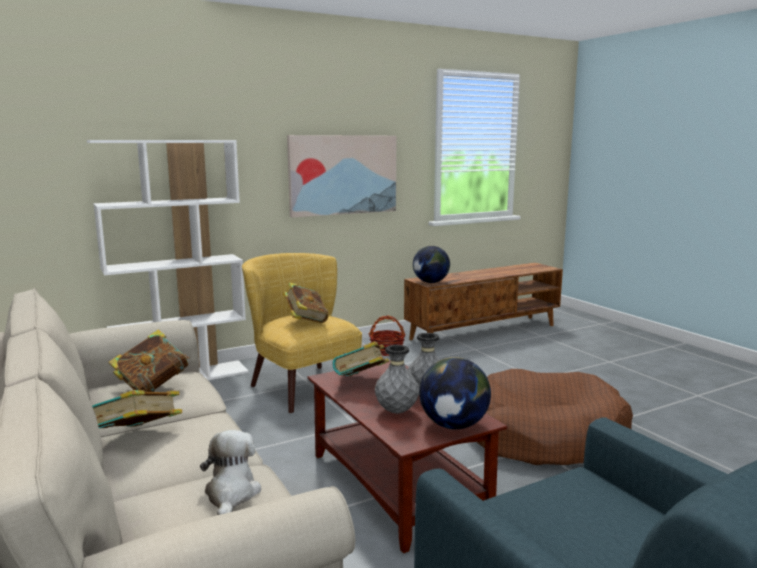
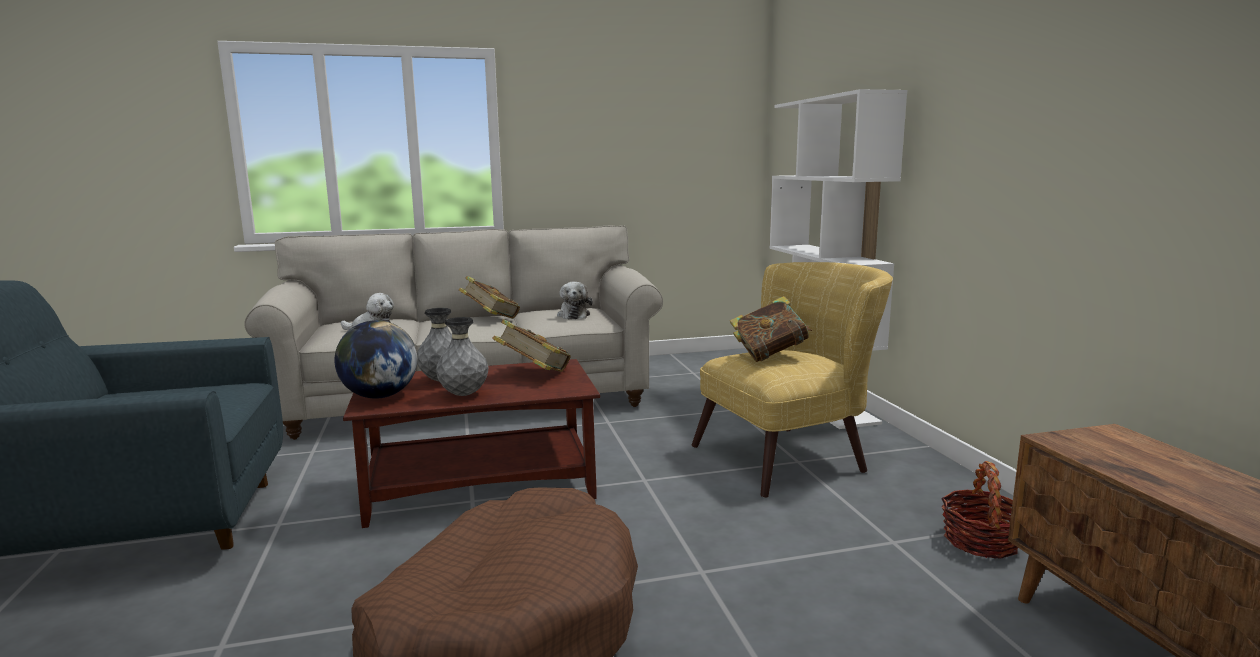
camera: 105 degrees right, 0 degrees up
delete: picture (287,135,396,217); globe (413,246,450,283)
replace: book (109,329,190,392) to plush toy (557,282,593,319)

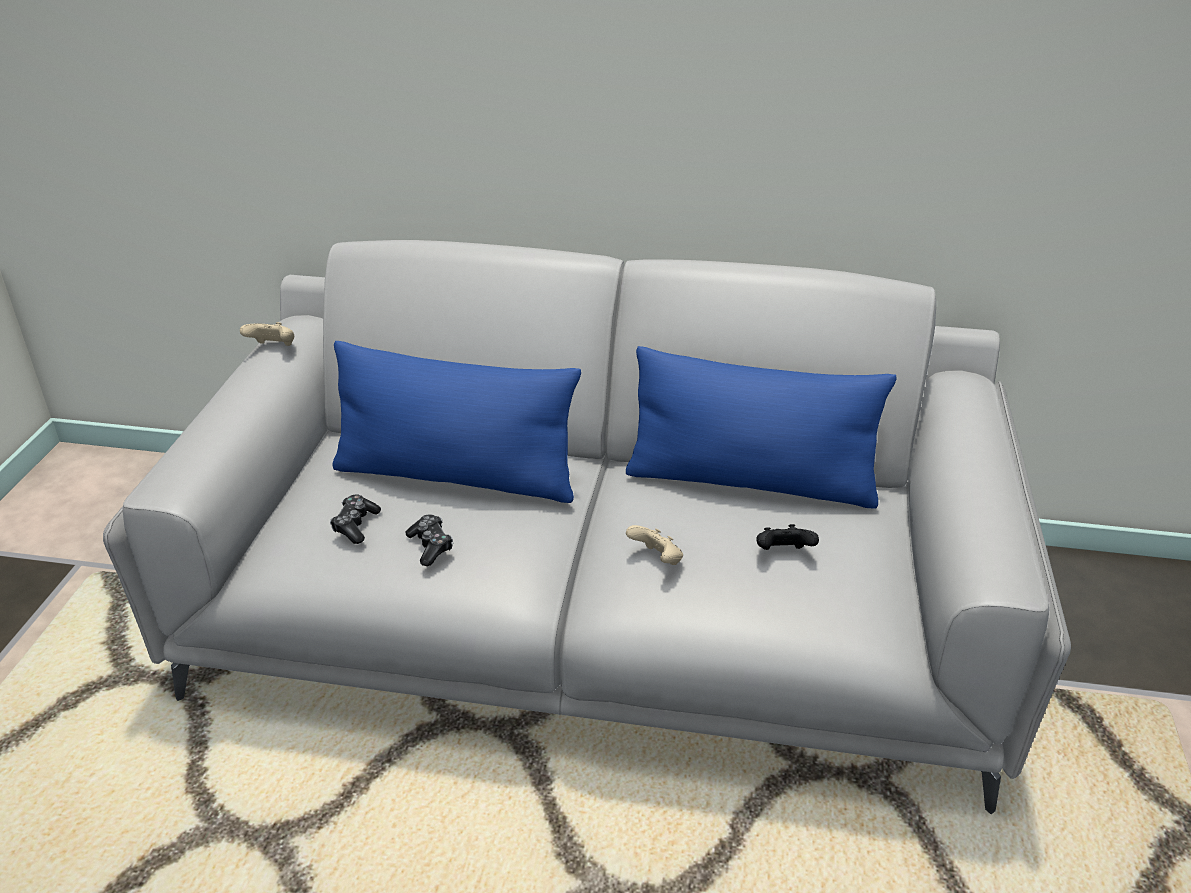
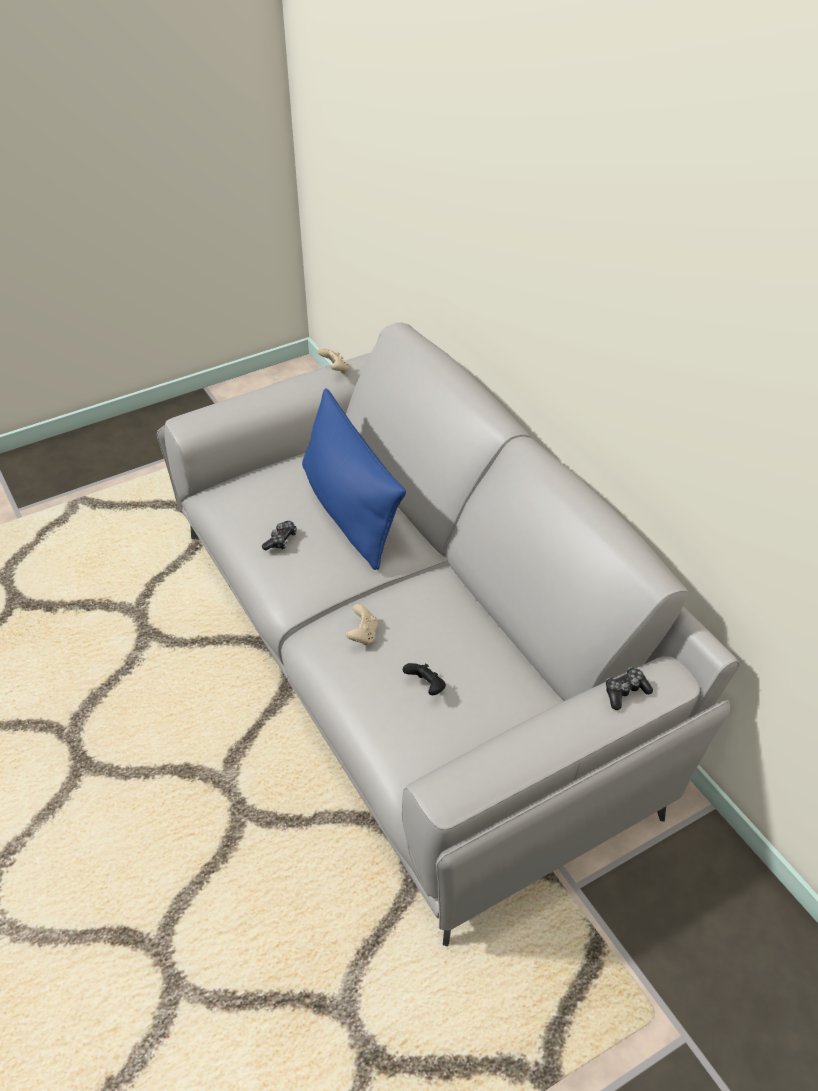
camera: 50 degrees right, 10 degrees up
delete: pillow/blue (626,346,897,509)
move: game controller (330,495,381,544) to (606,668,653,710)

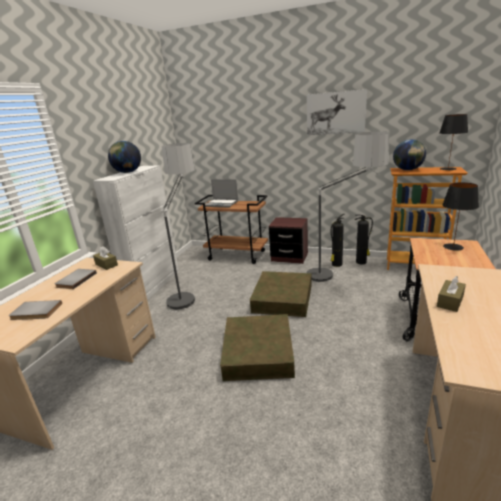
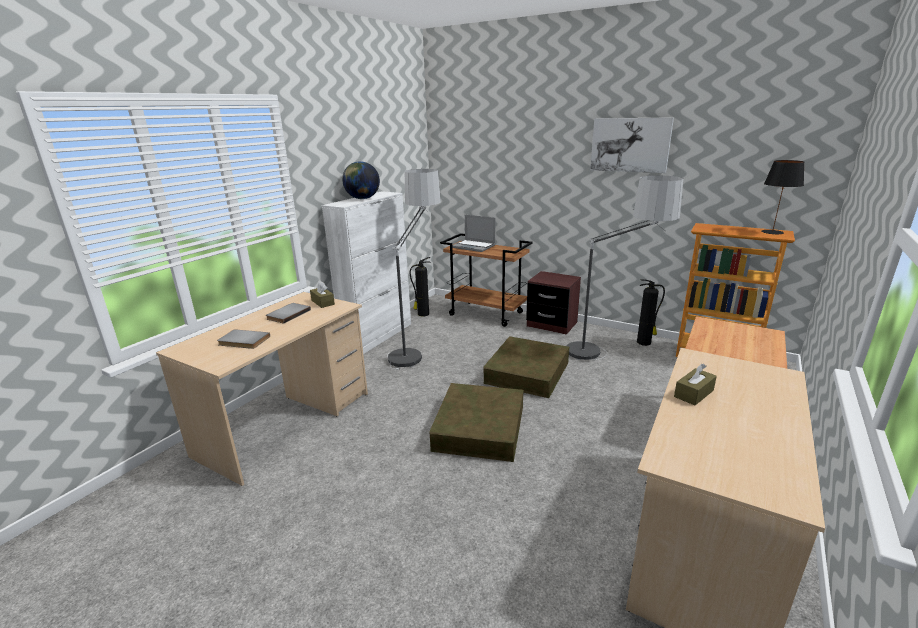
camera: 10 degrees right, 0 degrees up
delete: globe (393,139,426,170); table lamp/black (442,182,479,251)
move: fire extinguisher (331,214,345,267) to (410,257,431,317)

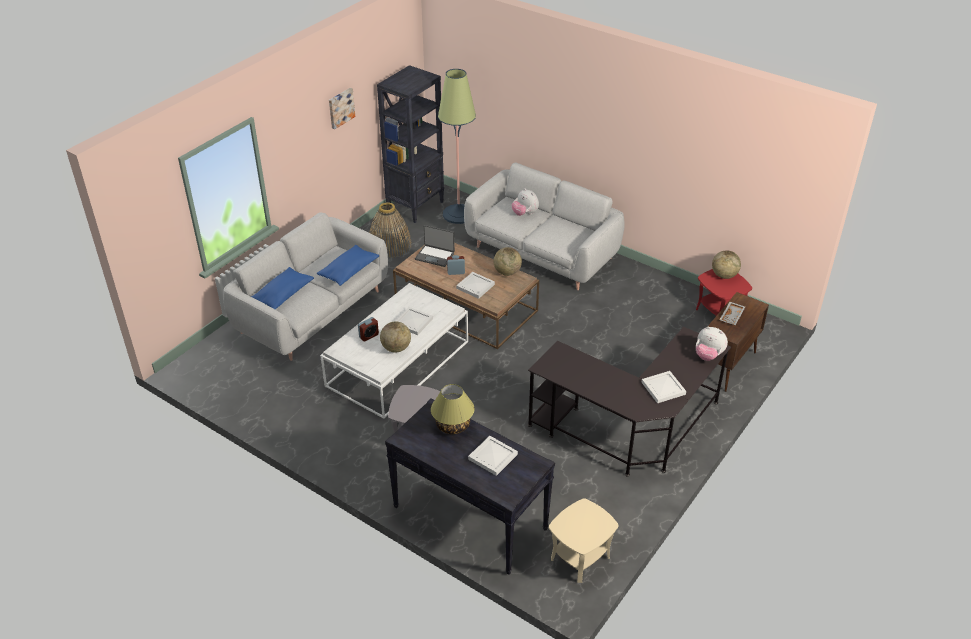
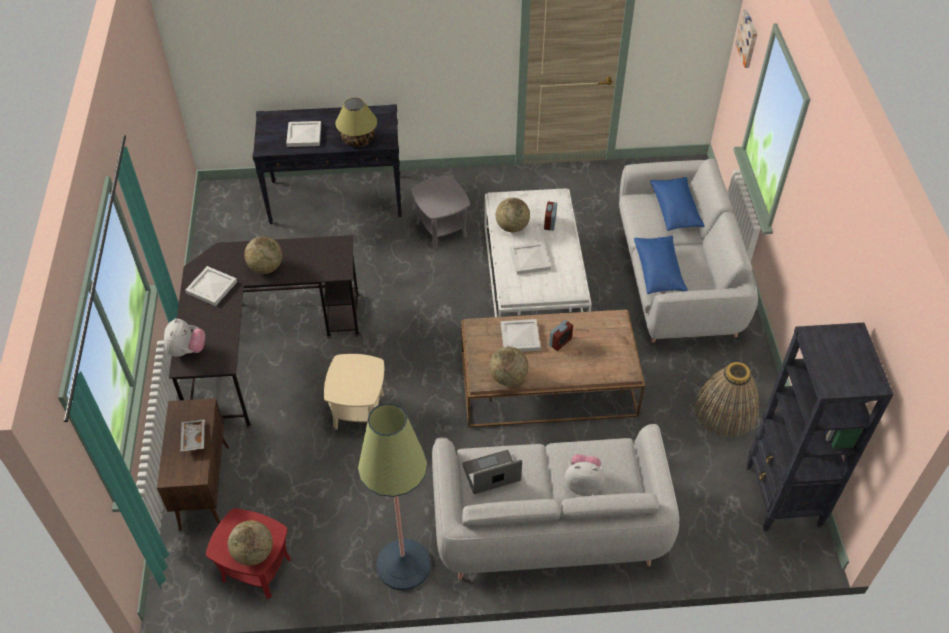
camera: 140 degrees right, 10 degrees up
insert: globe (244,236,282,274)
move: floor lamp (438,69,476,224) to (358,403,431,590); picture (329,88,355,129) to (735,10,757,68); laptop (415,225,455,267) to (462,450,522,494); side table/beige (549,498,618,583) to (324,354,384,430)
rotate: plush toy (696,327,728,361) = (164,318,205,357) 105 degrees clockwise

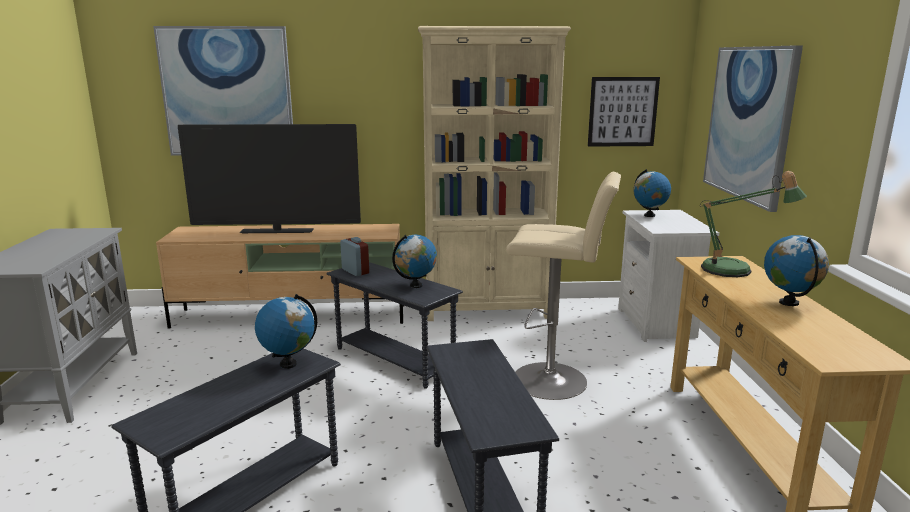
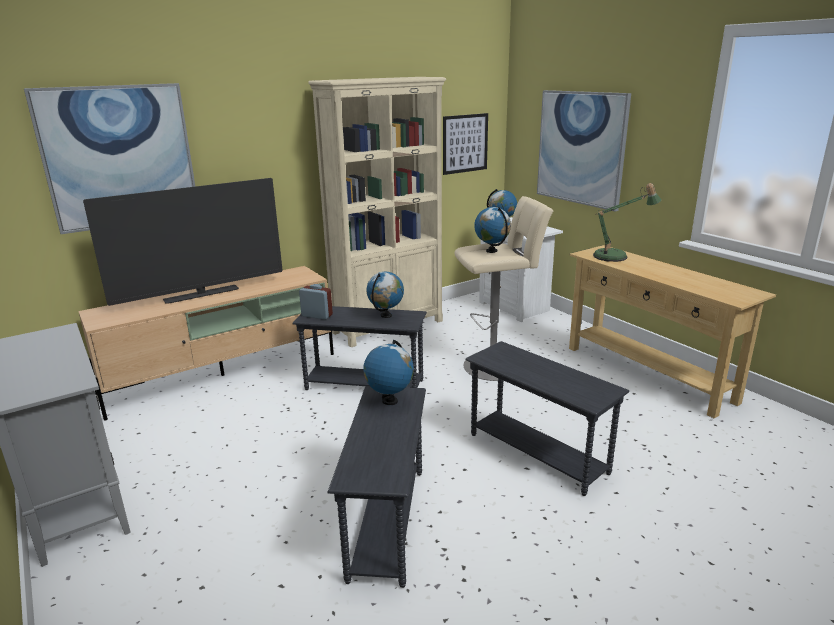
camera: 30 degrees left, 5 degrees up
move: globe (764,235,829,306) to (474,207,511,253)

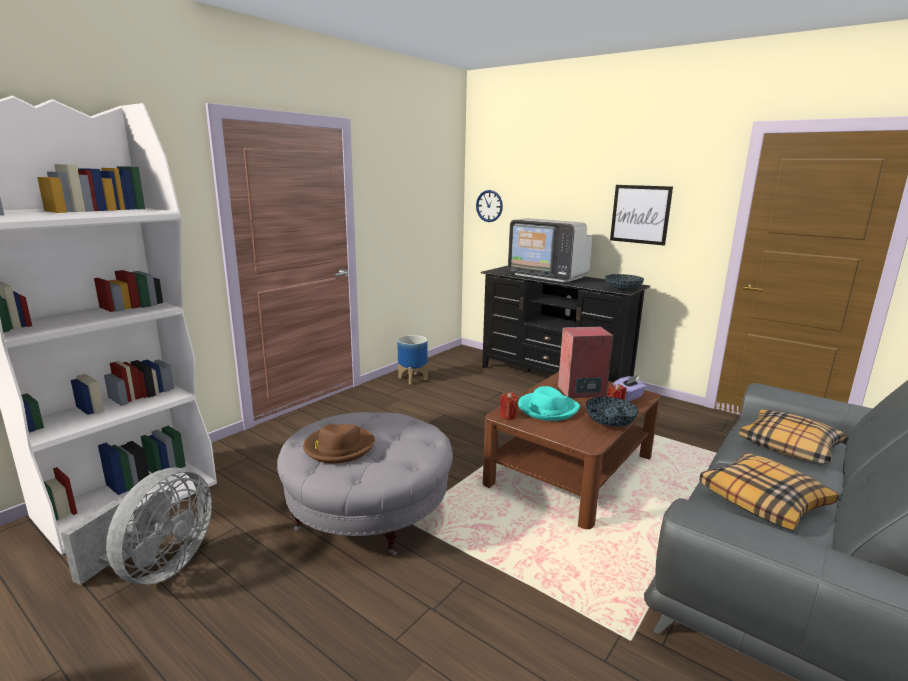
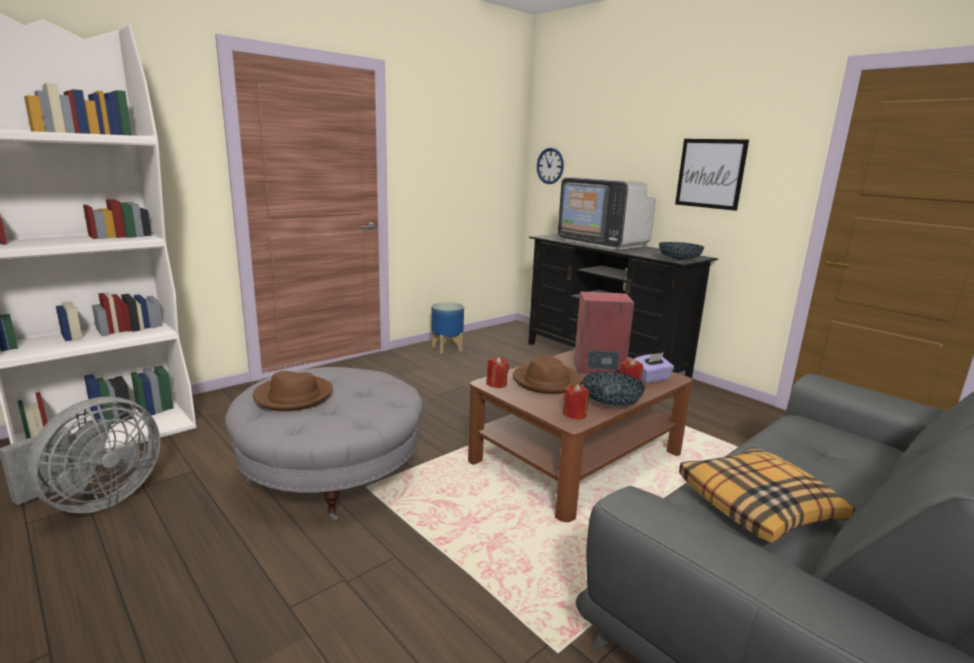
camera: 10 degrees right, 0 degrees up
delete: pillow (739,409,846,464)
insert: candle/red (563,384,589,420)
recolor: hat/turquoise (518,386,580,421) to hat/brown (513,355,584,394)

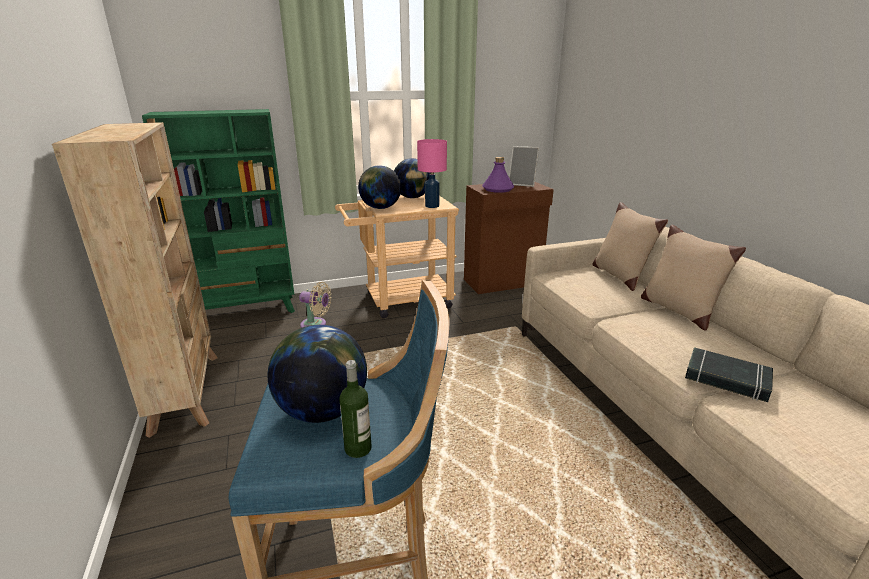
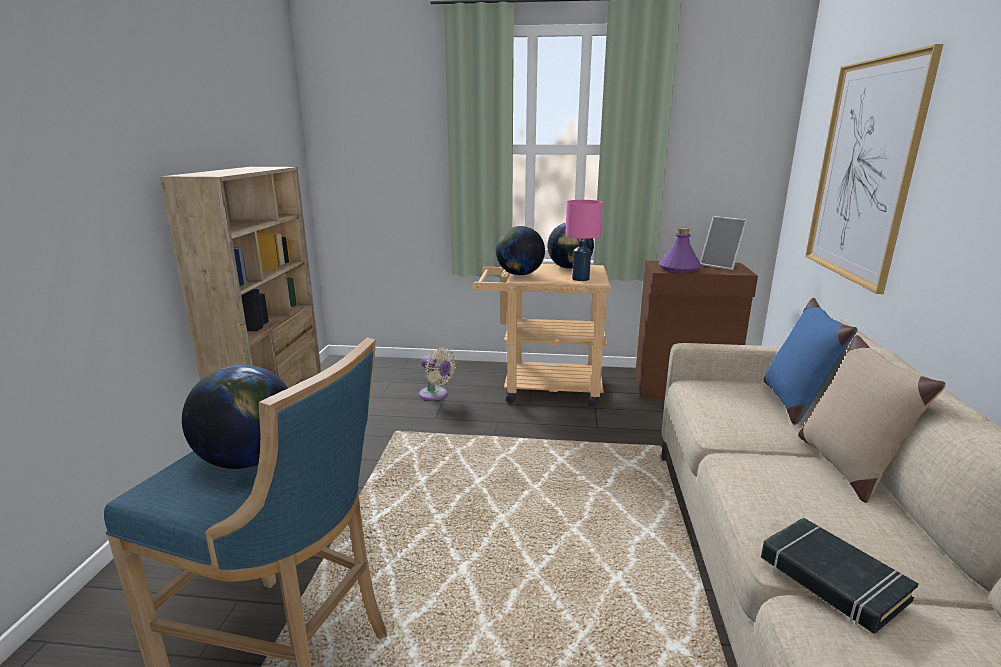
camera: 25 degrees right, 5 degrees down
delete: bookcase/green (142,109,295,313); bottle (340,360,372,458)
insert: picture (805,44,943,294)
recolor: pillow/beige (593,202,668,291) to pillow/blue (764,298,858,425)

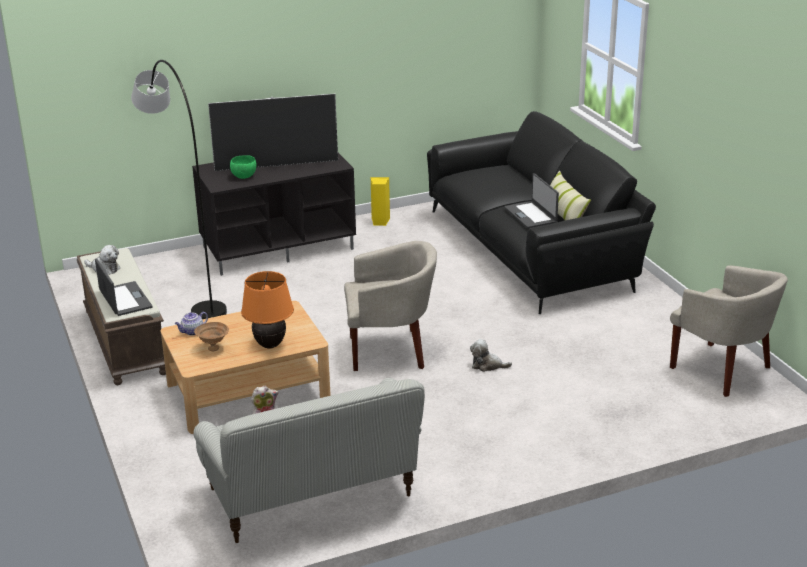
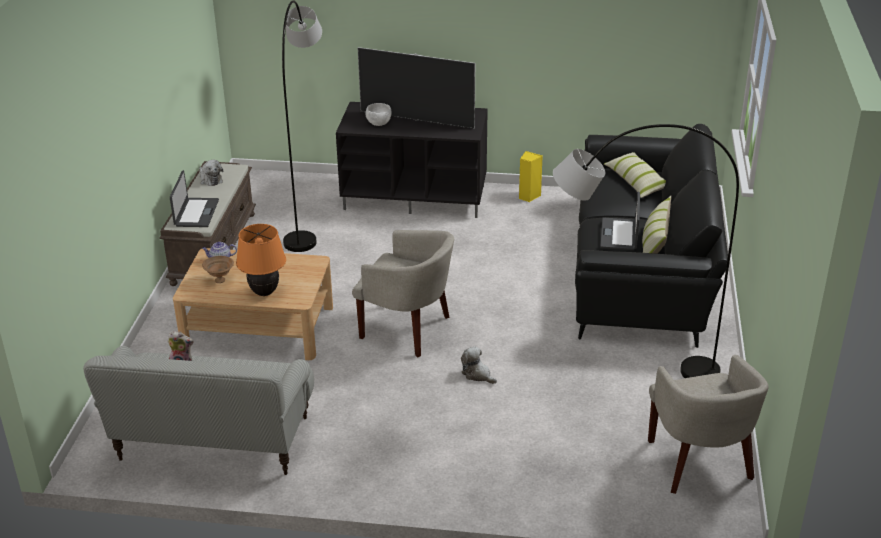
camera: 30 degrees right, 5 degrees up
insert: floor lamp/grey (553,124,739,378); pillow (604,152,666,198)
recolor: bowl/green (230,155,257,179) to bowl/white (365,103,392,126)

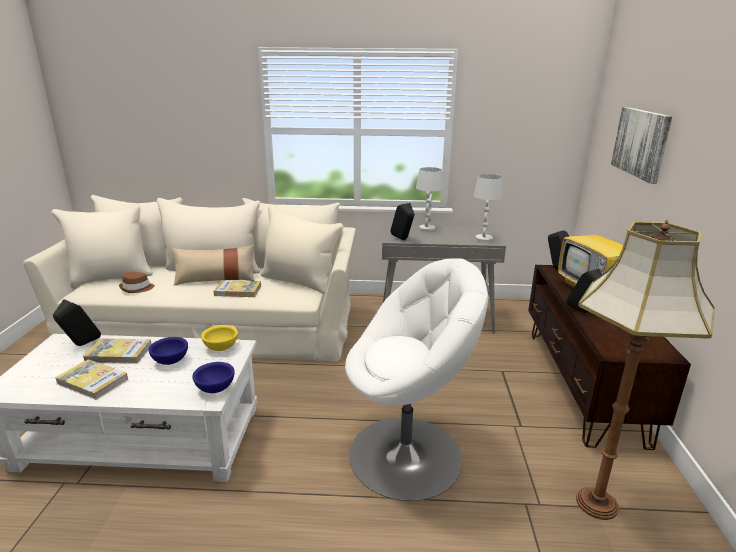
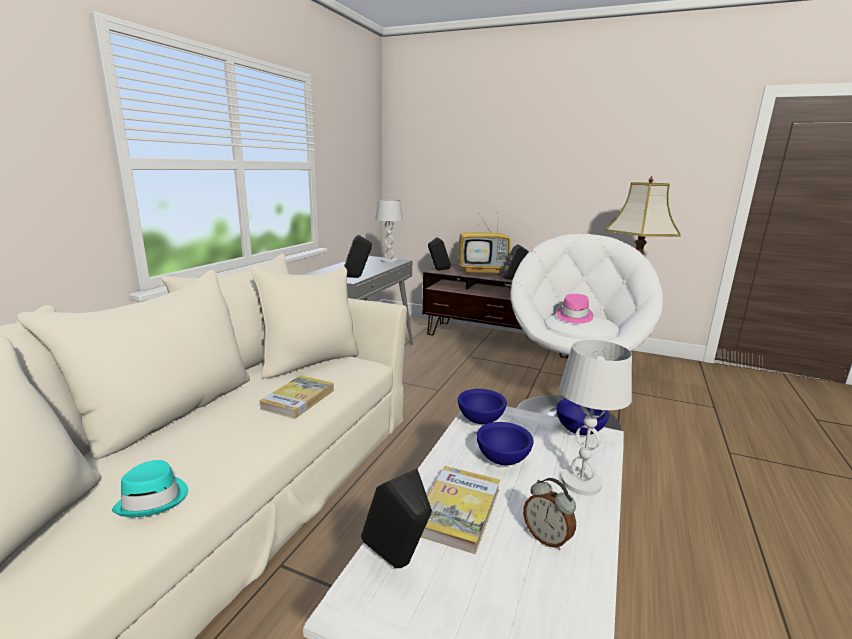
camera: 70 degrees left, 5 degrees down
delete: picture (611,107,672,184); pillow/beige (172,245,255,286)
insert: hat/pink (556,294,593,324)
move: table lamp/white (416,167,444,231) to (559,340,632,495)
replace: book (55,359,128,400) to alarm clock (523,478,576,550)
recolor: hat/brown (119,272,155,293) to hat/turquoise (112,460,188,517); bowl/yellow (201,325,238,351) to bowl/blue (458,389,507,424)

